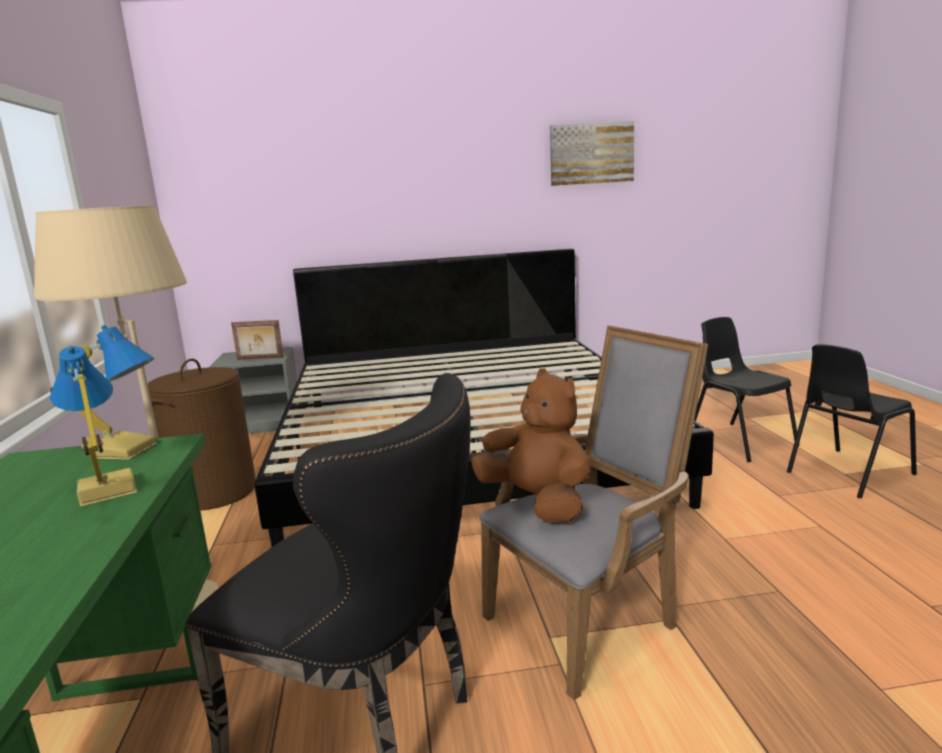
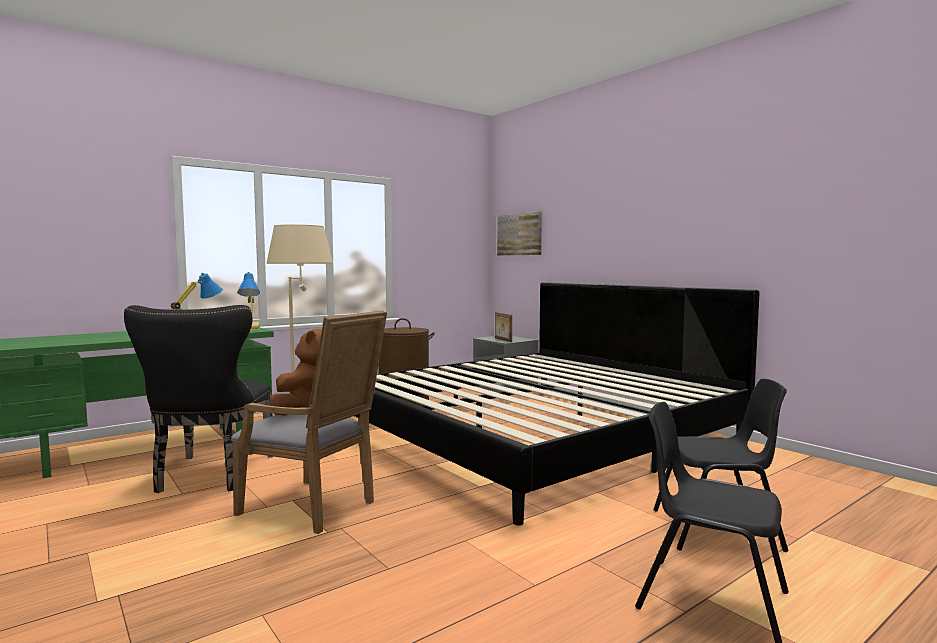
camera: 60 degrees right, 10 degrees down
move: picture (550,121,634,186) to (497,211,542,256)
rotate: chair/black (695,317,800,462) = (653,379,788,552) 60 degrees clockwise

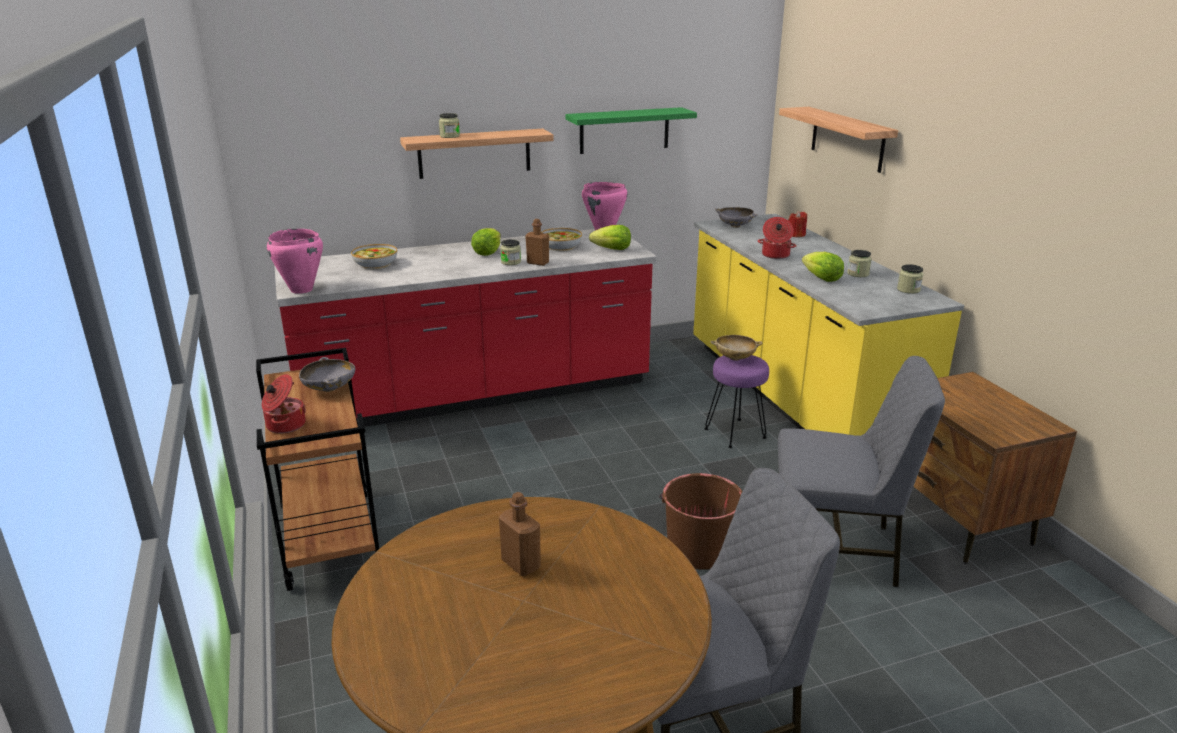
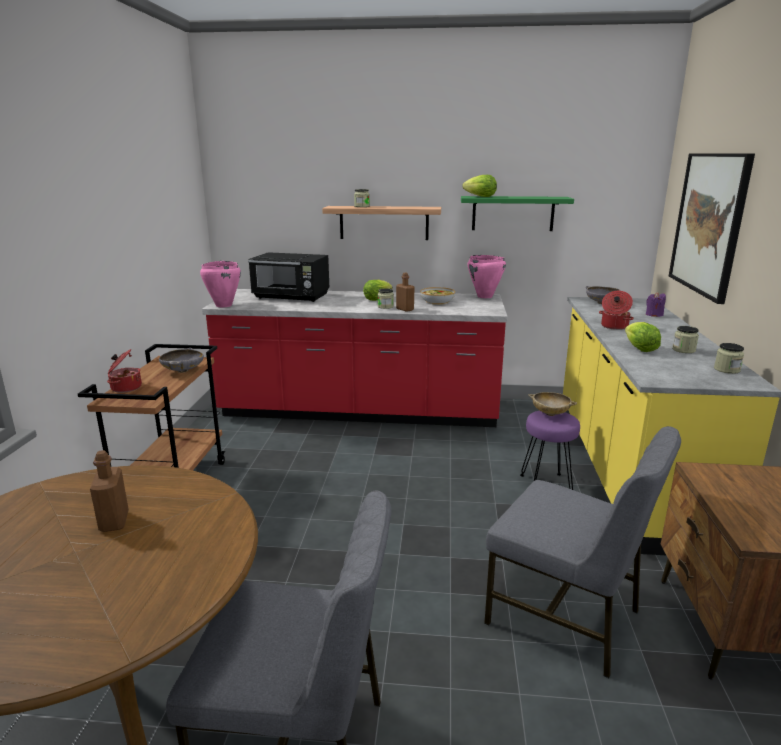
camera: 25 degrees right, 5 degrees down
delete: bucket/brown (659,473,743,570)
move: lettuce (589,225,631,250) to (462,175,497,197)
replace: shelf (779,107,898,173) to picture (669,153,755,304); bowl (351,244,397,269) to microwave/black (248,252,329,302)
recolor: candle/red (788,211,807,237) to candle/purple (646,292,666,317)

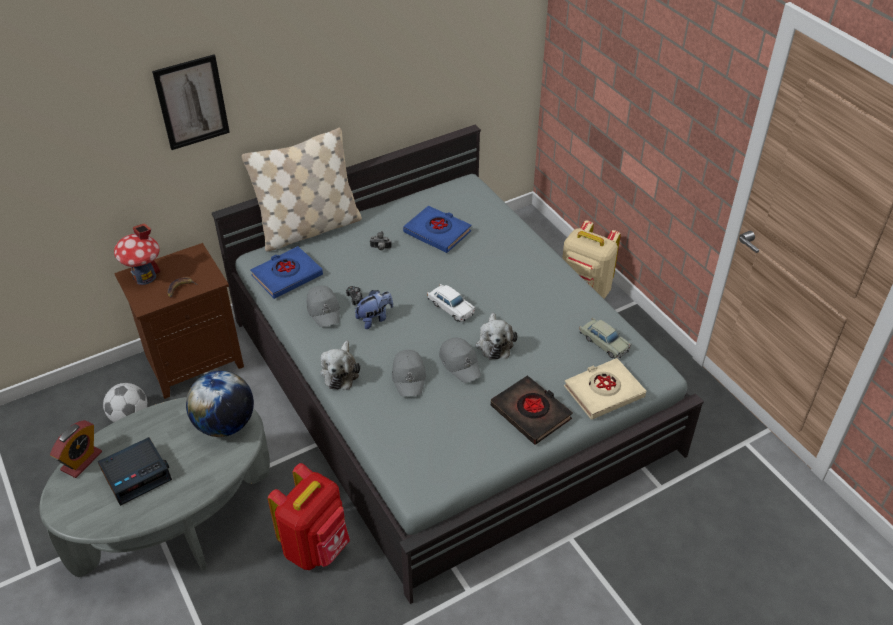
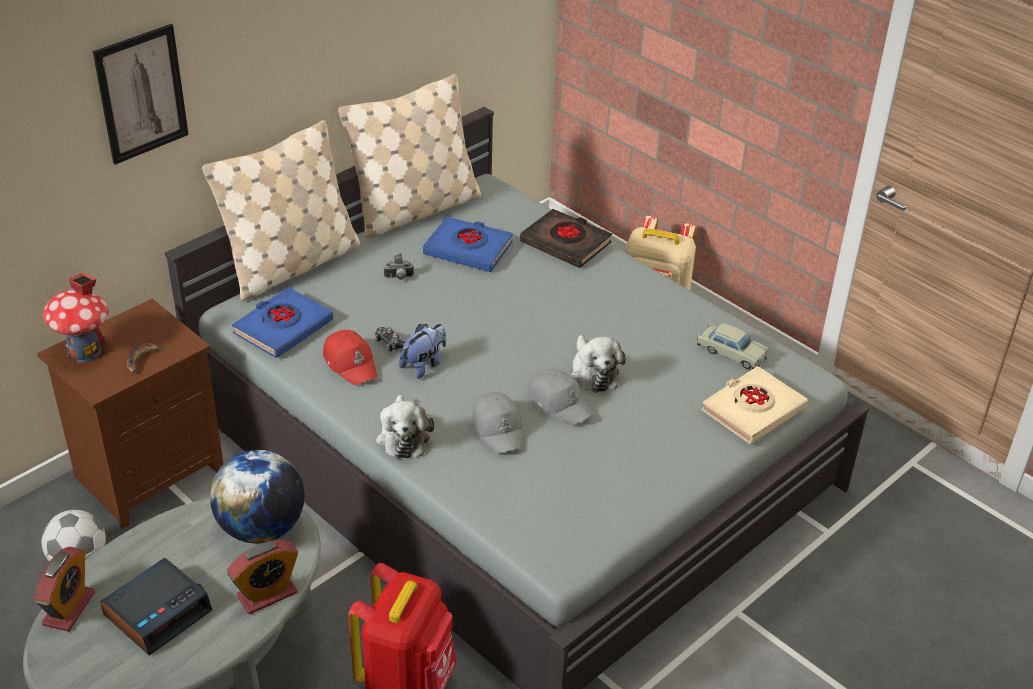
camera: 15 degrees left, 5 degrees down
delete: toy car/white (427,284,476,322)
insert: pillow/beige (338,74,481,238); alarm clock (227,540,298,614)
move: book/black (491,375,573,445) to (520,209,612,268)
recolor: cap/grey (307,285,340,328) to cap/red (323,330,378,385)

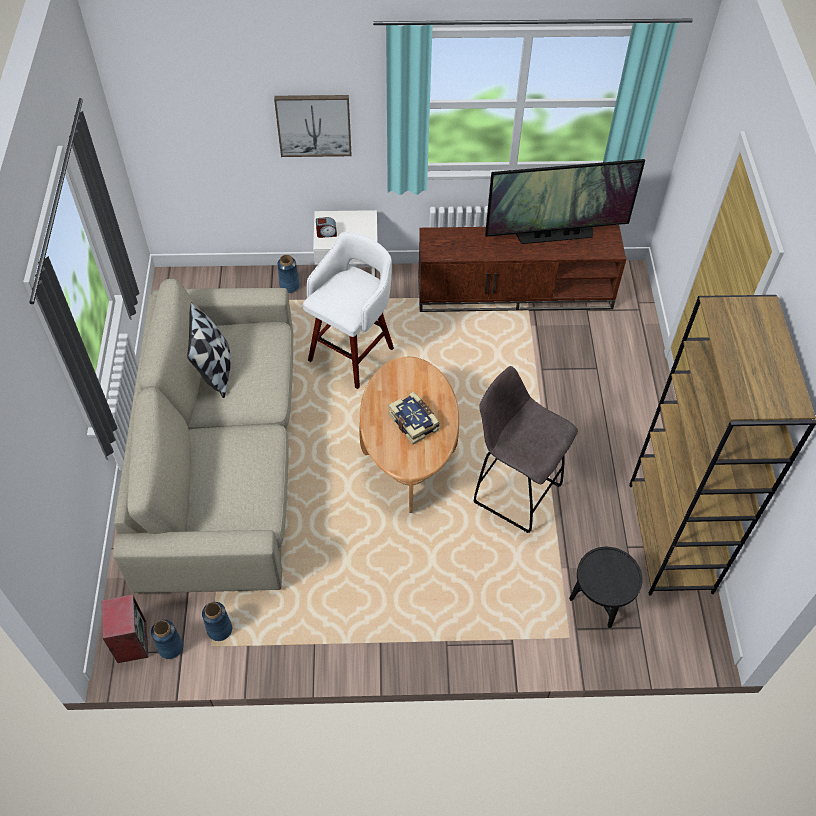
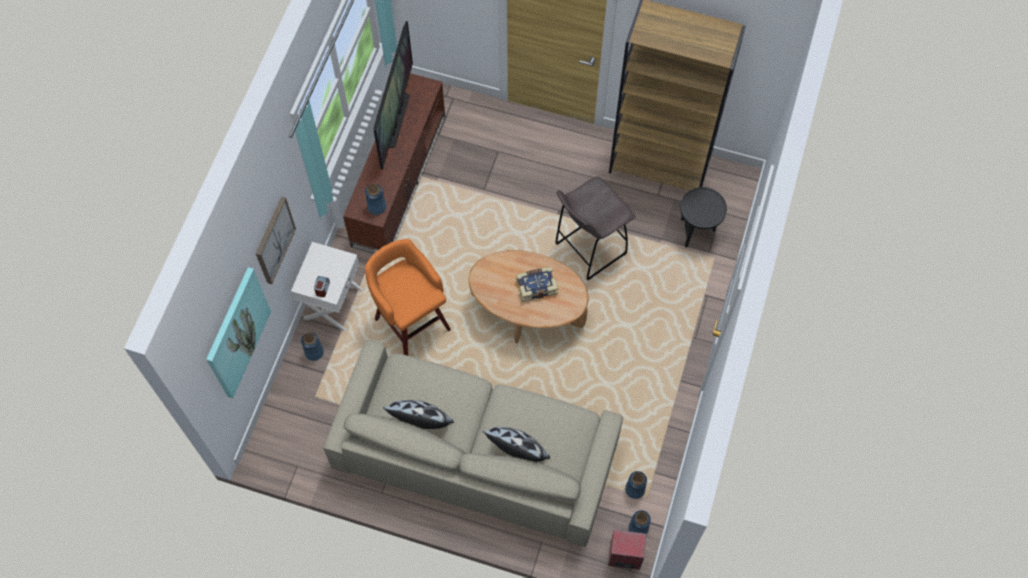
camera: 70 degrees left, 10 degrees up
insert: vase/blue (365,184,386,215); picture (206,267,271,398); pillow (483,427,550,462)
recolor: stool/white (303,232,394,389) to stool/orange (365,239,451,356)

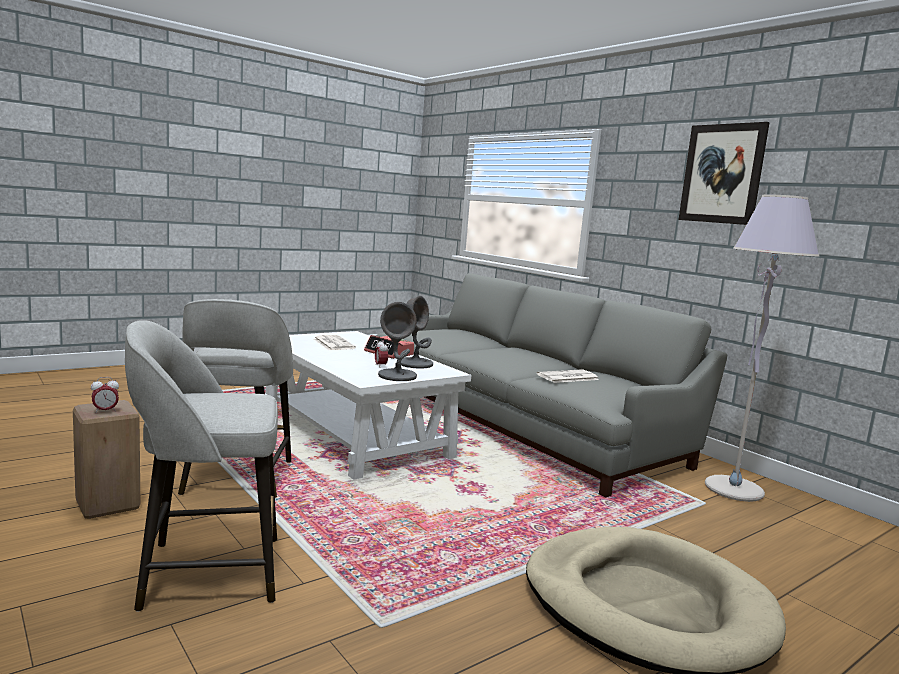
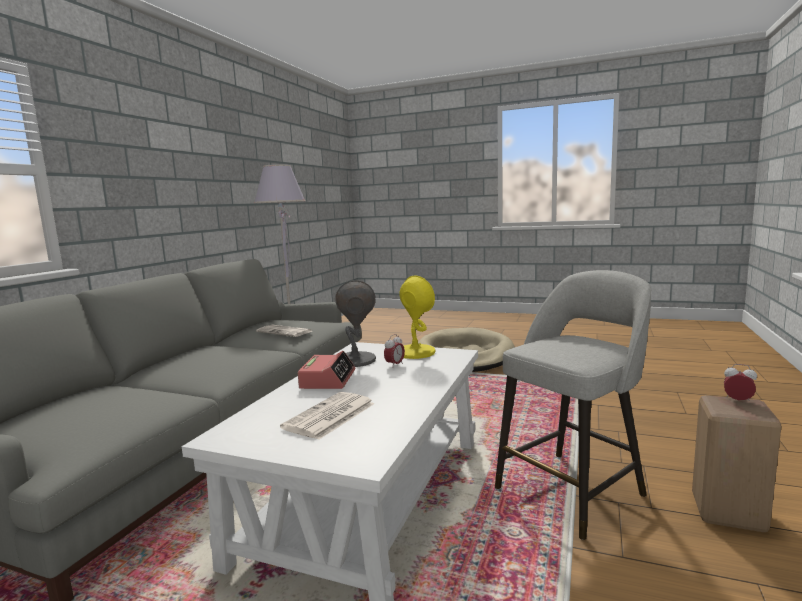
camera: 120 degrees left, 0 degrees up
delete: picture (678,122,770,225); stool/grey (125,320,278,612)
recolor: table lamp/grey (378,302,417,381) to table lamp/yellow (399,275,436,359)

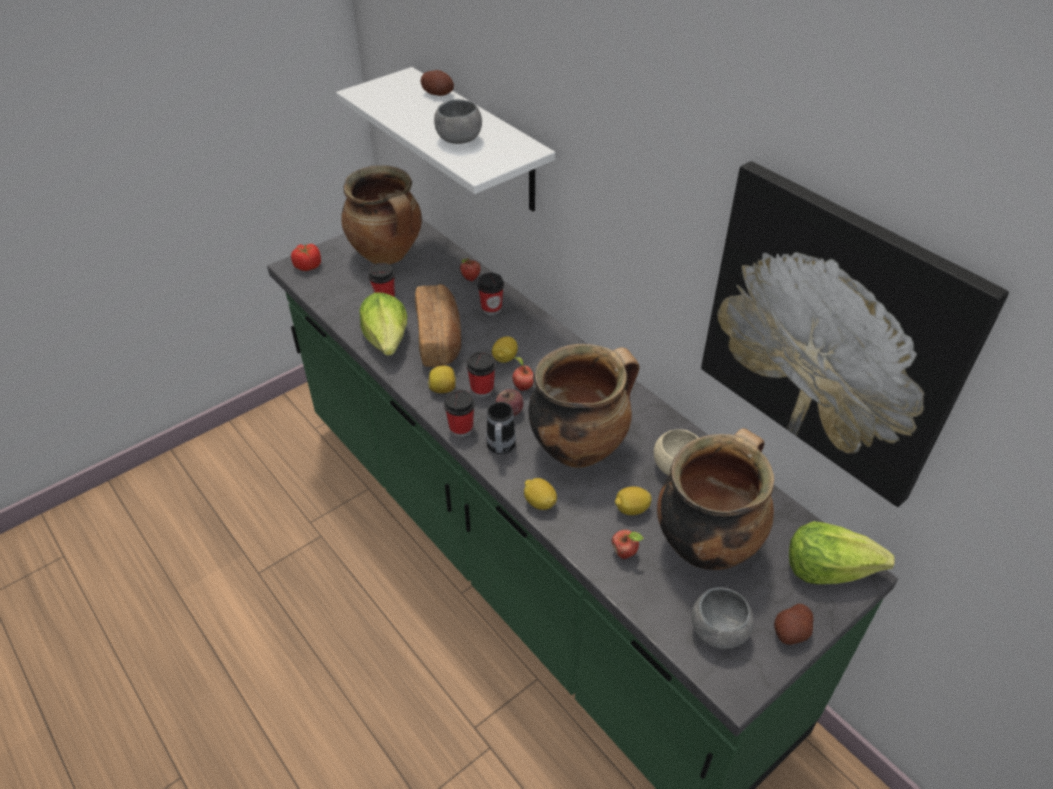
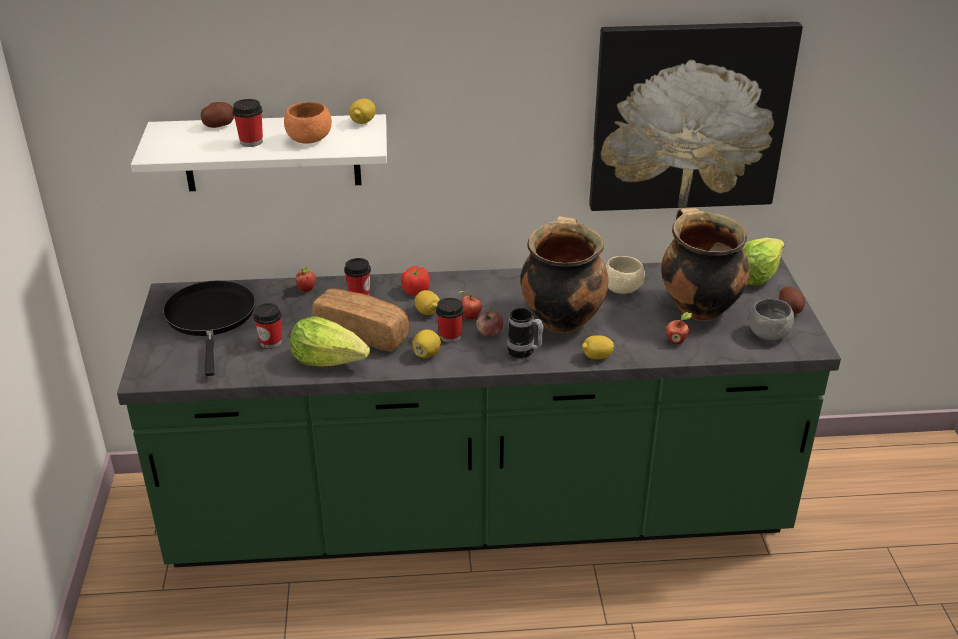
camera: 55 degrees left, 10 degrees down
move: tomato (291,244,321,271) to (401,266,430,296); cup (444,389,475,437) to (232,99,263,147); lemon (615,486,652,515) to (349,99,376,124)
replace: cooking pot (341,165,422,265) to frying pan/black (163,280,255,376)
recolor: bowl/grey (434,99,482,144) to bowl/orange (284,102,332,144)

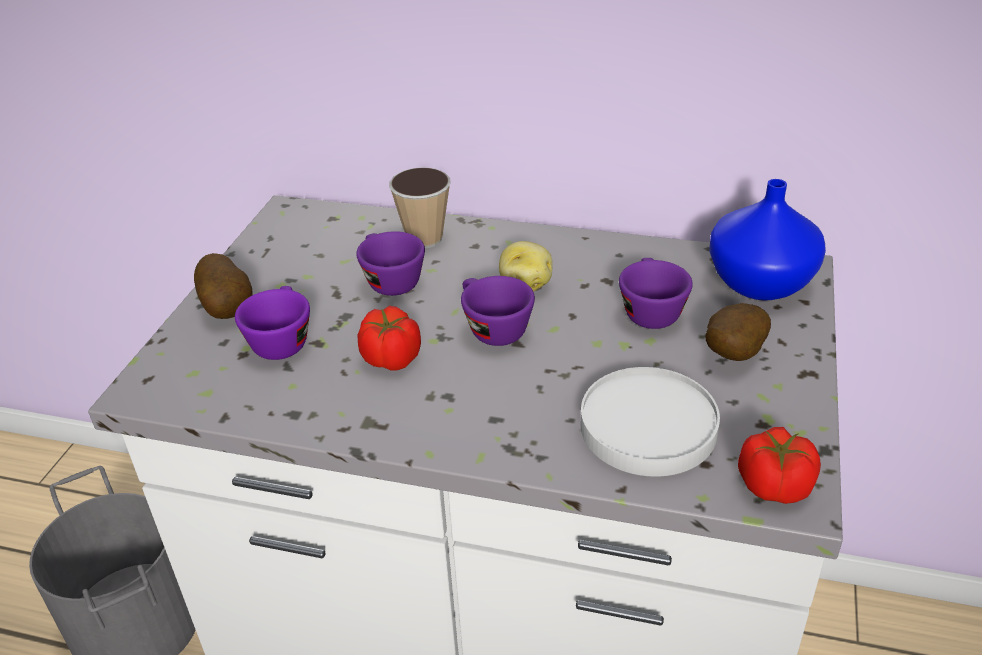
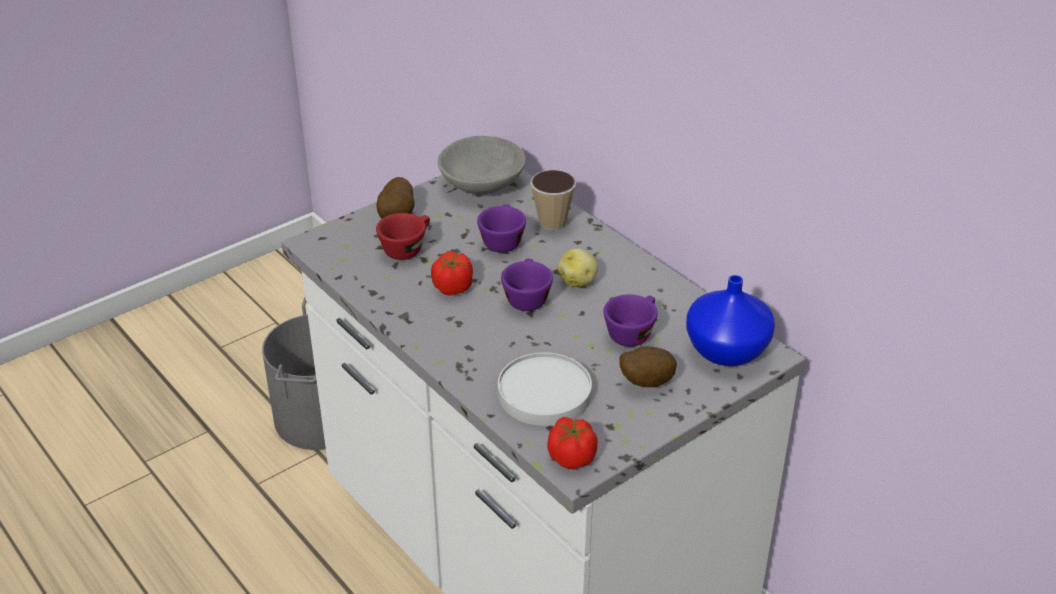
camera: 35 degrees right, 0 degrees up
insert: bowl/grey (438,136,526,194)
recolor: cup/purple (235,286,310,360) to cup/red (376,213,430,260)

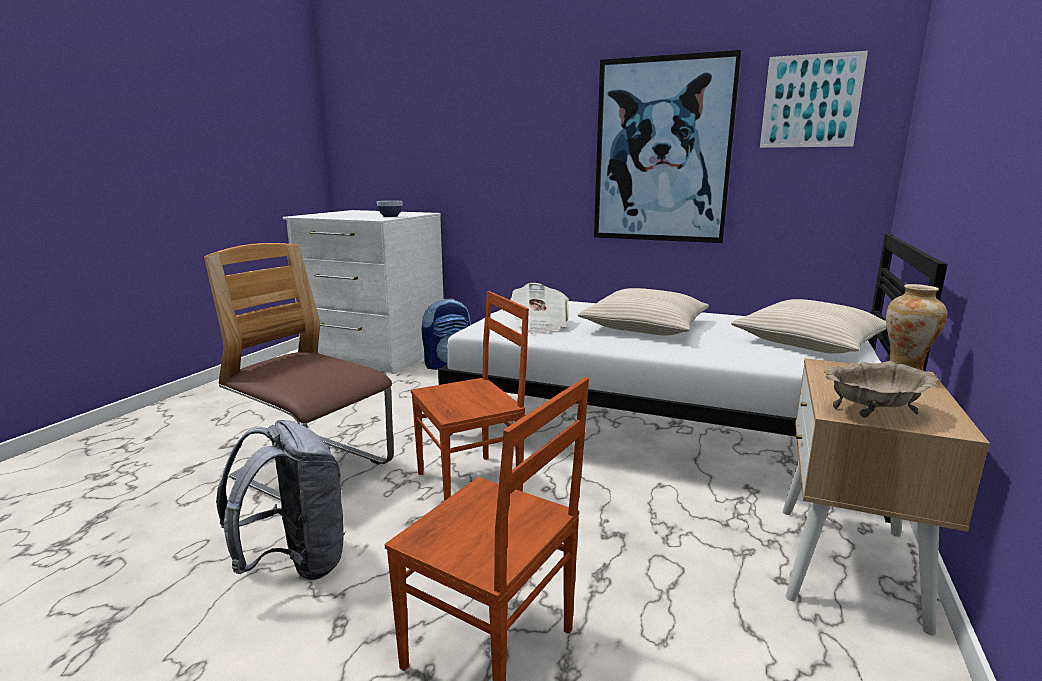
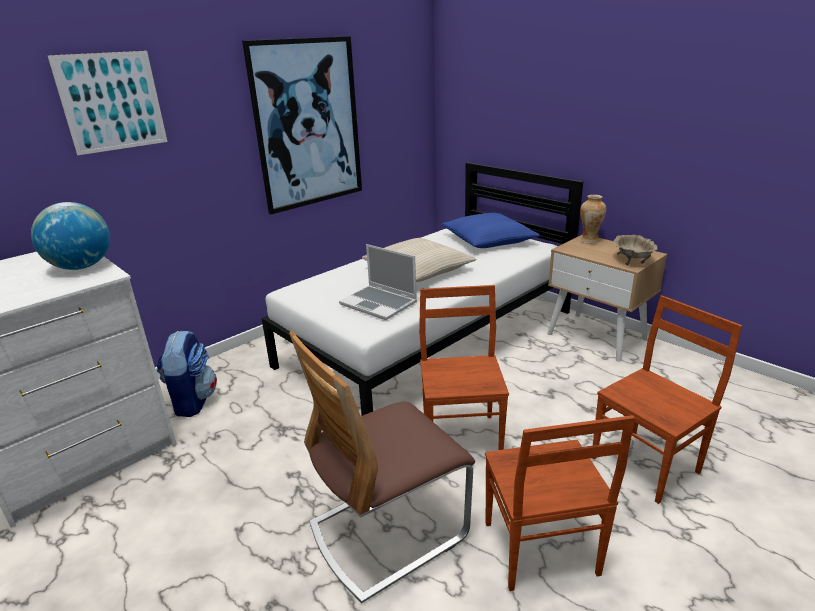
camera: 65 degrees left, 10 degrees up
move: picture (760,51,868,148) to (47,51,168,155)
replace: bowl (377,201,402,217) to globe (31,202,110,270); newspaper (510,283,569,334) to laptop (339,244,417,320); backpack/grey (216,420,346,580) to chair/brown (485,415,635,591)
recolor: pillow/beige (731,299,887,354) to pillow/blue (442,213,540,248)

